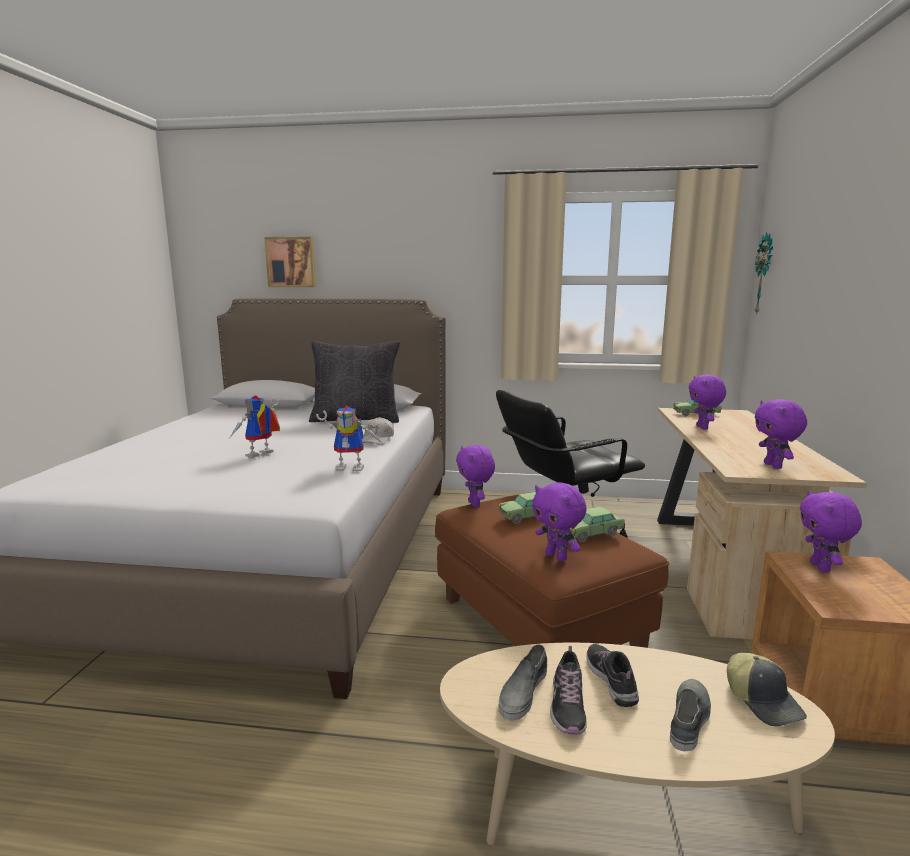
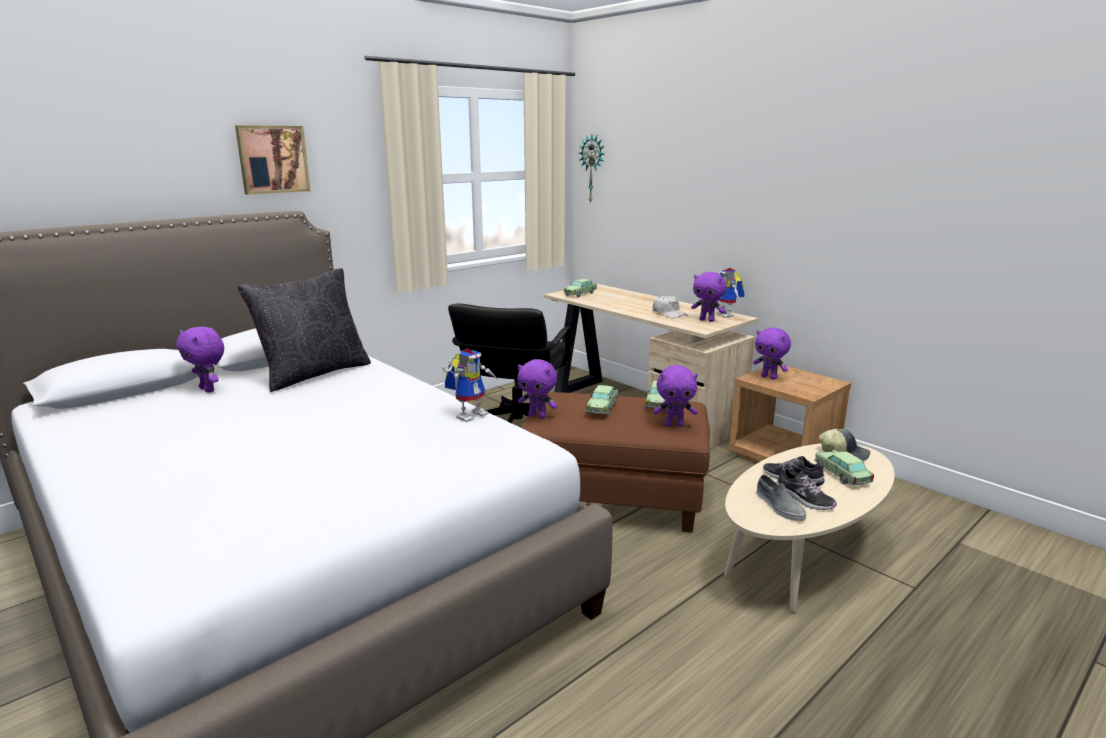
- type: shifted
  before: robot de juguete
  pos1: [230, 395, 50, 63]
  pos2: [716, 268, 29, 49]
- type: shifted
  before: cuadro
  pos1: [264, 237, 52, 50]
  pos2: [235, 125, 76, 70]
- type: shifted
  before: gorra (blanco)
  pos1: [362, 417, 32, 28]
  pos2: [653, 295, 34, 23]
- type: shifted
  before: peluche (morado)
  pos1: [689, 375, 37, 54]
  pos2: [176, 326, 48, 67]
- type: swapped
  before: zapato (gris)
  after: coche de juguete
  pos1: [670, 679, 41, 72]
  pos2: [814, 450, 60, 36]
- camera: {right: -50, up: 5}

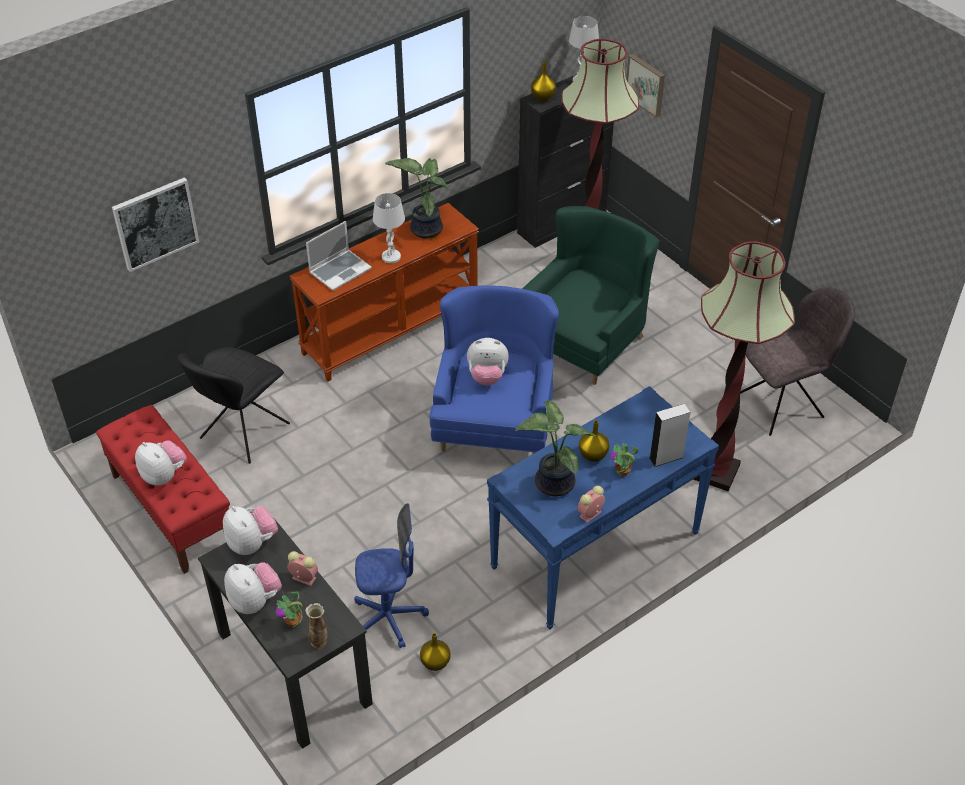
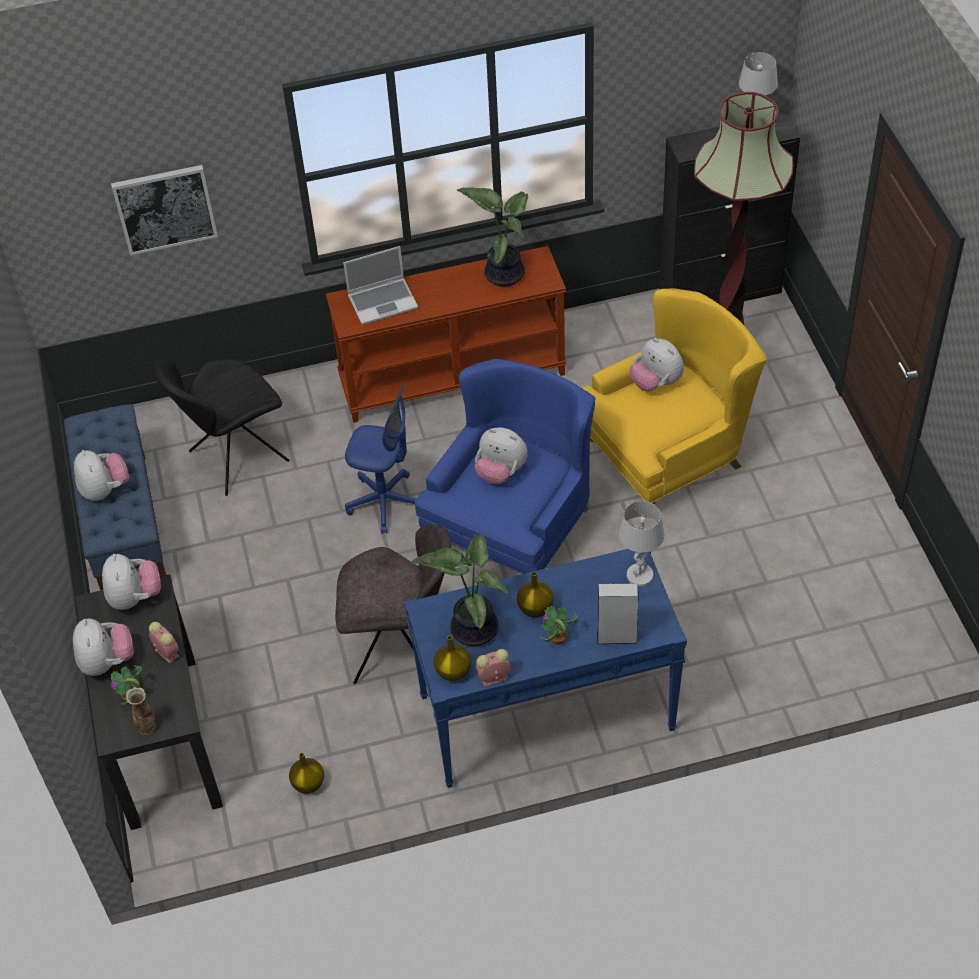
- type: gone
  before: cuadro
  pos1: [626, 54, 39, 63]
- type: gone
  before: lámpara de pie
  pos1: [693, 241, 102, 250]
- type: new
  after: peluche
  pos2: [630, 338, 54, 53]
- type: shifted
  before: silla de oficina (azul)
  pos1: [354, 503, 75, 145]
  pos2: [345, 384, 71, 150]
- type: shifted
  before: lámpara de mesa (blanco)
  pos1: [373, 193, 32, 70]
  pos2: [619, 501, 45, 86]
- type: shifted
  before: florero (amarillo)
  pos1: [531, 62, 25, 39]
  pos2: [434, 635, 37, 46]
- type: shifted
  before: silla (gris)
  pos1: [740, 287, 115, 149]
  pos2: [335, 524, 116, 160]
- type: repainted
  before: banco (rojo)
  after: banco (azul)
  pos1: [96, 405, 134, 169]
  pos2: [64, 404, 102, 186]
- type: repainted
  before: sillón (verde)
  after: sillón (amarillo)
  pos1: [522, 206, 138, 179]
  pos2: [582, 289, 185, 216]
- camera: {right: 25, up: 5}

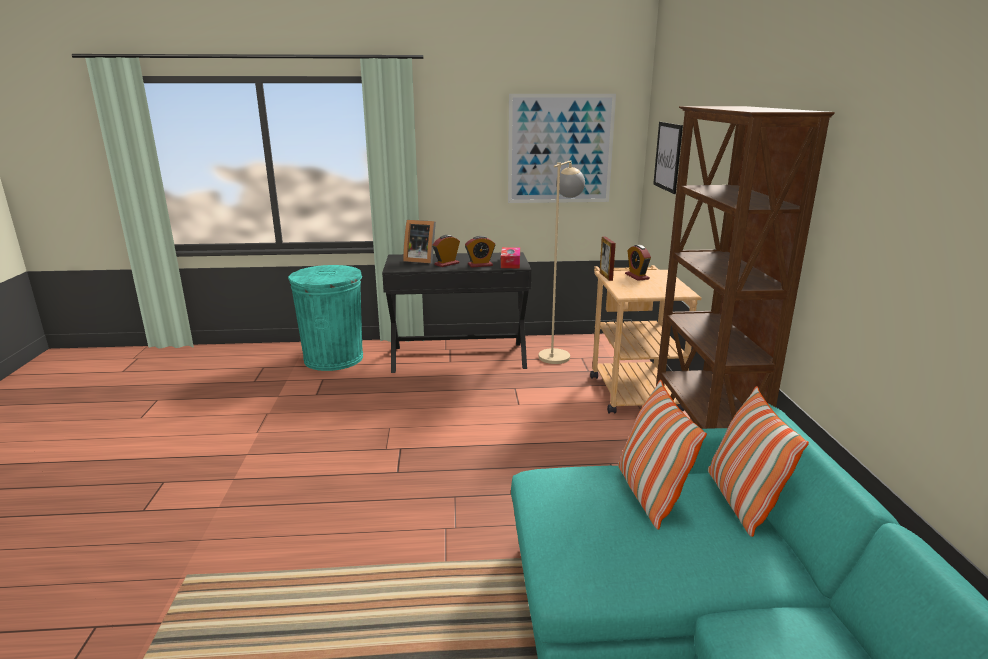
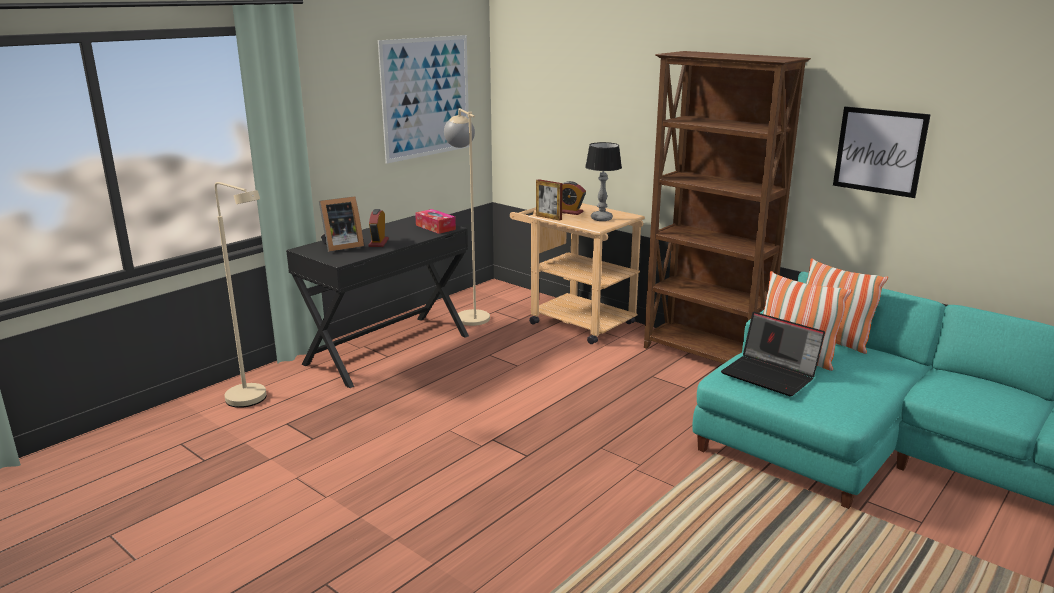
- type: gone
  before: despertador
  pos1: [465, 236, 30, 32]
- type: new
  after: lámpara de mesa
  pos2: [585, 142, 37, 79]
- type: new
  after: portátil
  pos2: [721, 312, 104, 85]
- type: shifted
  before: cuadro
  pos1: [653, 122, 30, 72]
  pos2: [833, 106, 98, 92]
- type: swapped
  before: papelera (turquesa)
  after: lámpara de pie (beis)
  pos1: [288, 265, 75, 106]
  pos2: [215, 182, 52, 226]
- camera: {right: -45, up: 0}

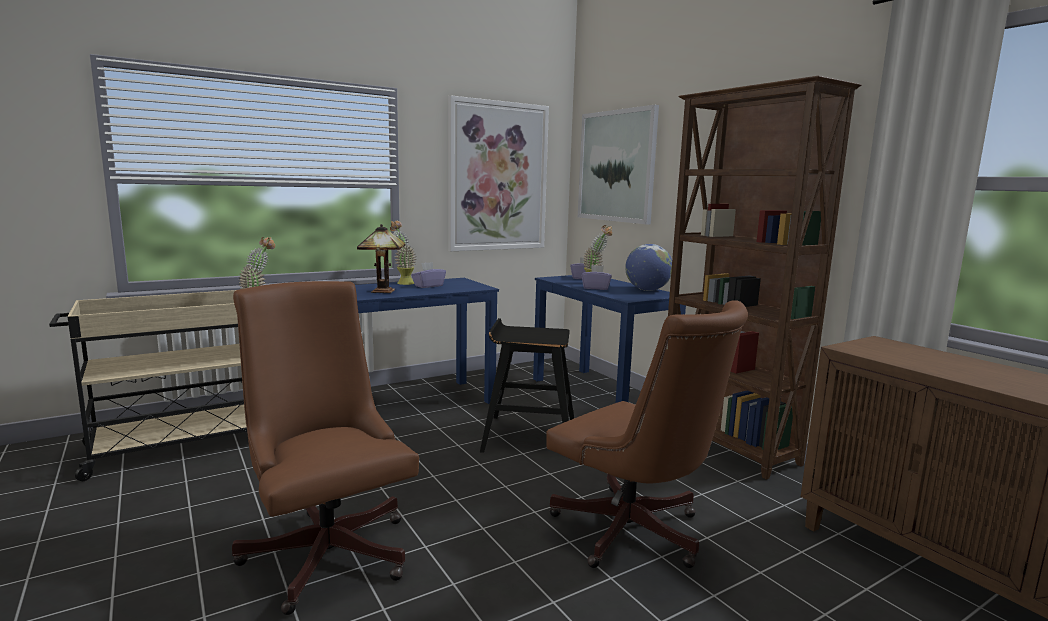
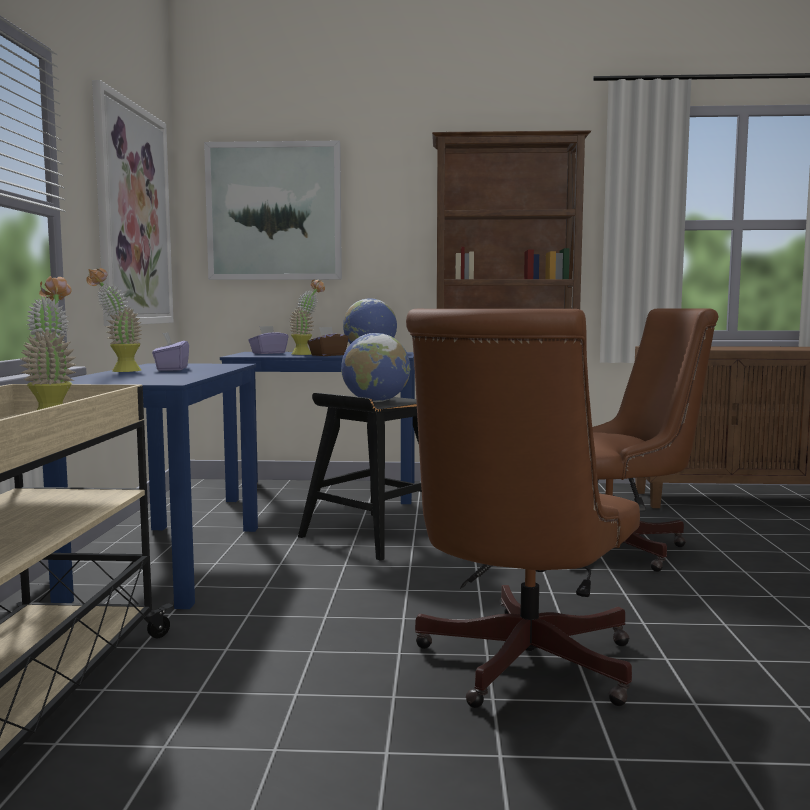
- type: gone
  before: lámpara de mesa
  pos1: [357, 224, 49, 69]
- type: new
  after: globo terráqueo
  pos2: [341, 333, 69, 69]
- type: repainted
  before: caja de pañuelos (morado)
  after: caja de pañuelos (marrón)
  pos1: [581, 265, 31, 25]
  pos2: [307, 327, 42, 29]
- type: rotated
  before: silla de oficina (marrón)
  pos1: [232, 281, 187, 334]
  pos2: [406, 309, 234, 399]
  turn: -60
- camera: {right: -55, up: -5}

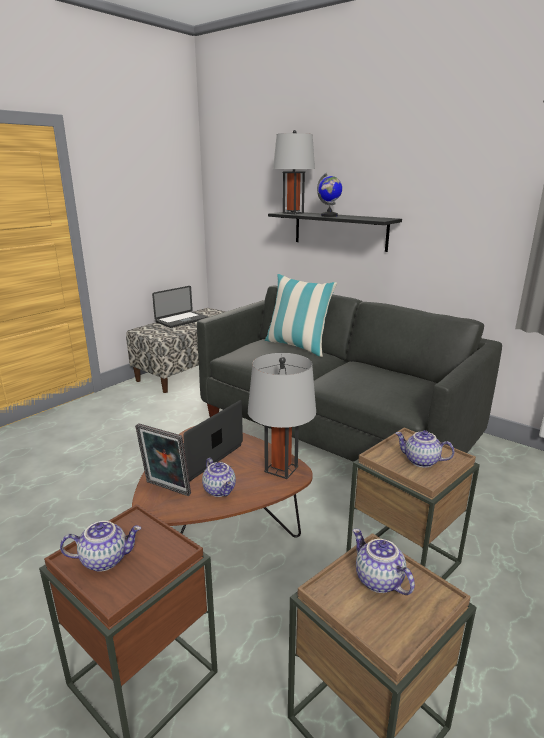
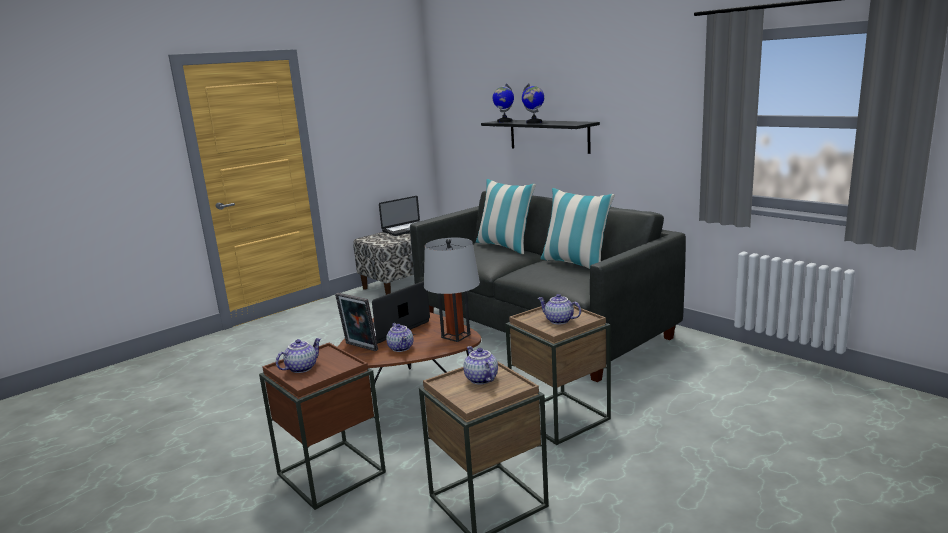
- type: new
  after: cojín
  pos2: [540, 188, 75, 81]
- type: swapped
  before: lámpara de mesa (gris)
  after: globo terráqueo
  pos1: [273, 130, 42, 84]
  pos2: [493, 83, 21, 39]
- type: rotated
  before: tetera
  pos1: [60, 521, 81, 51]
  pos2: [276, 338, 45, 35]
  turn: -45
- camera: {right: 10, up: -5}

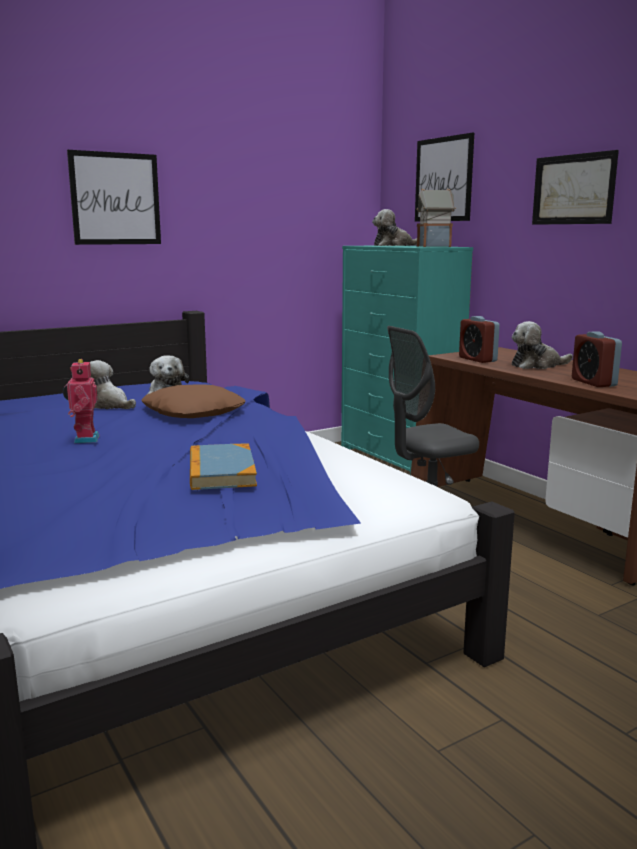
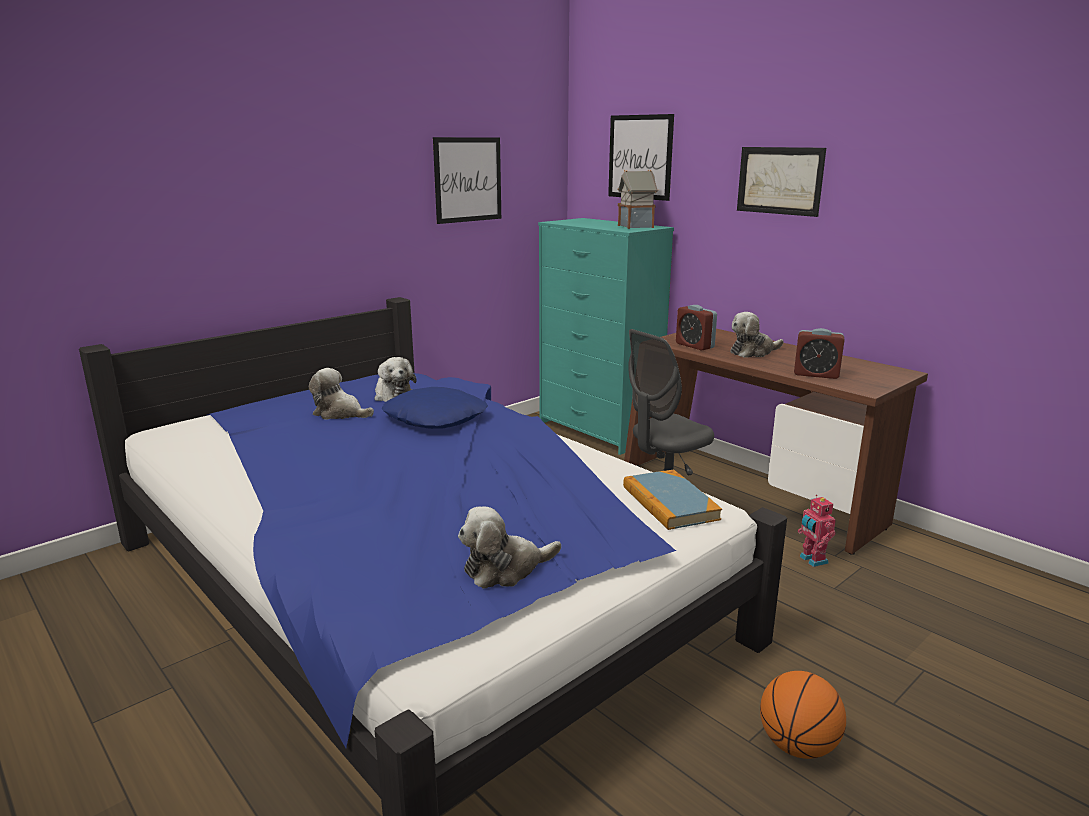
- type: new
  after: balón de baloncesto
  pos2: [760, 671, 86, 88]
- type: shifted
  before: robot de juguete
  pos1: [63, 359, 37, 84]
  pos2: [798, 495, 38, 72]
- type: shifted
  before: cuadro
  pos1: [67, 150, 94, 95]
  pos2: [433, 137, 68, 87]
- type: shifted
  before: libro
  pos1: [190, 443, 67, 47]
  pos2: [623, 470, 99, 60]
- type: shifted
  before: peluche
  pos1: [372, 209, 45, 37]
  pos2: [458, 507, 103, 81]
- type: repainted
  before: cojín (marrón)
  after: cojín (azul)
  pos1: [142, 384, 103, 34]
  pos2: [382, 387, 106, 42]
- type: rotated
  before: despertador
  pos1: [572, 331, 50, 56]
  pos2: [794, 328, 51, 51]
  turn: -45
- camera: {right: -10, up: 5}

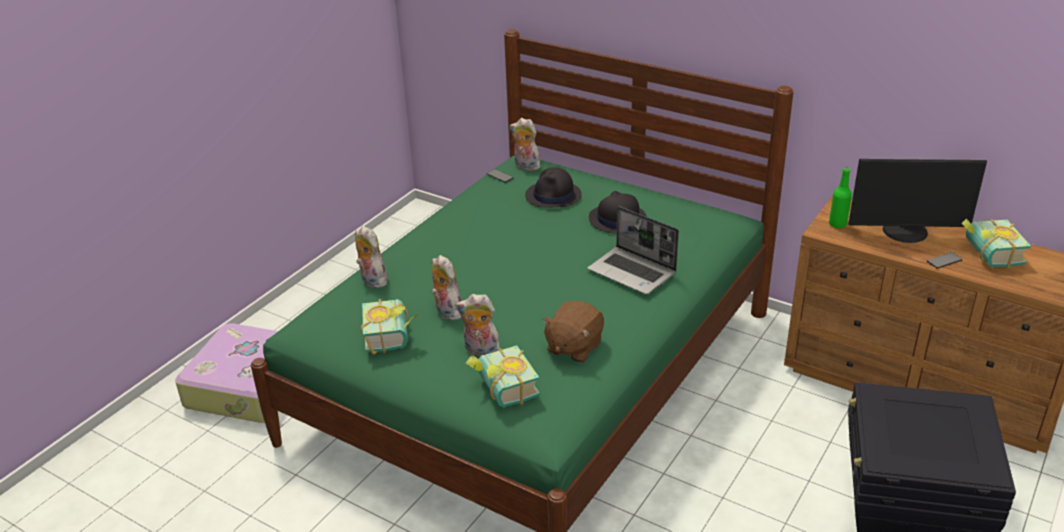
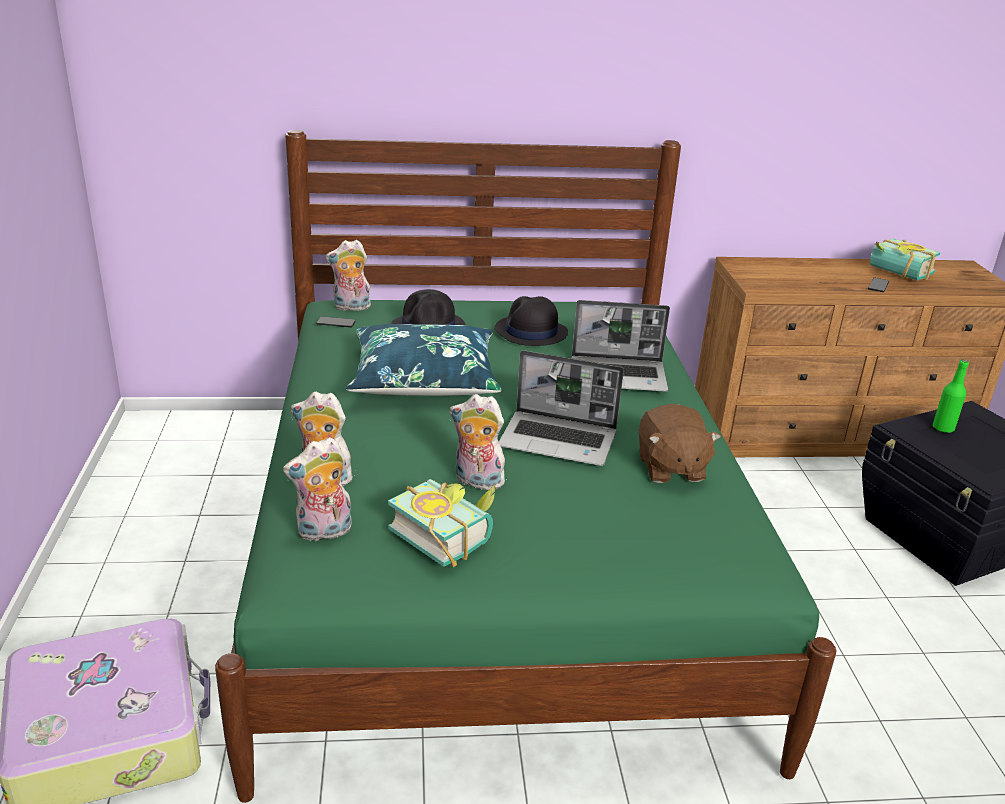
- type: gone
  before: libro
  pos1: [466, 345, 74, 62]
- type: gone
  before: monitor
  pos1: [848, 159, 139, 84]
- type: new
  after: cojín (azul)
  pos2: [346, 324, 156, 72]
- type: new
  after: portátil
  pos2: [499, 350, 125, 116]
- type: shifted
  before: peluche
  pos1: [455, 294, 47, 63]
  pos2: [283, 437, 69, 105]
- type: shifted
  before: botella (verde)
  pos1: [829, 167, 23, 61]
  pos2: [933, 360, 36, 73]
- camera: {right: -40, up: -5}

